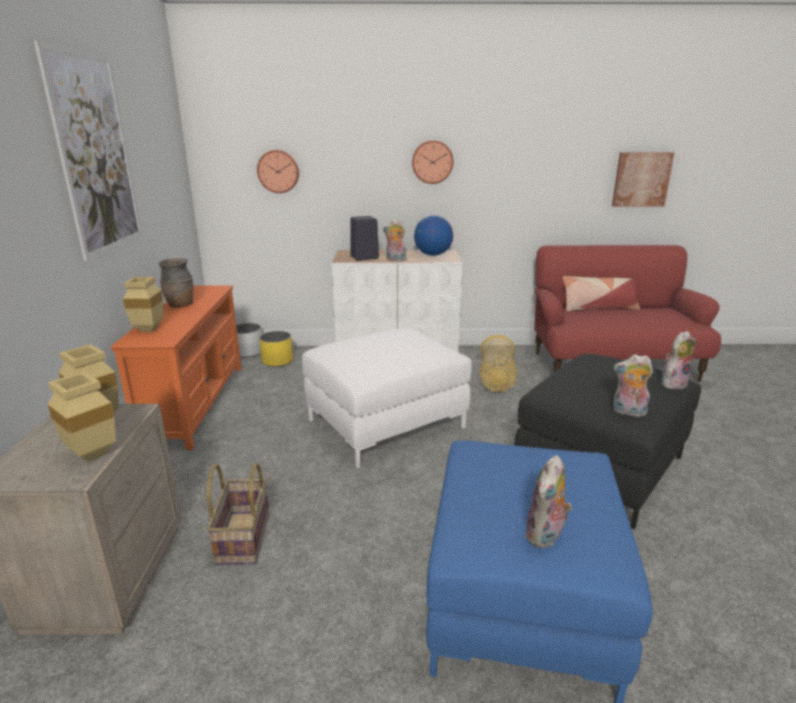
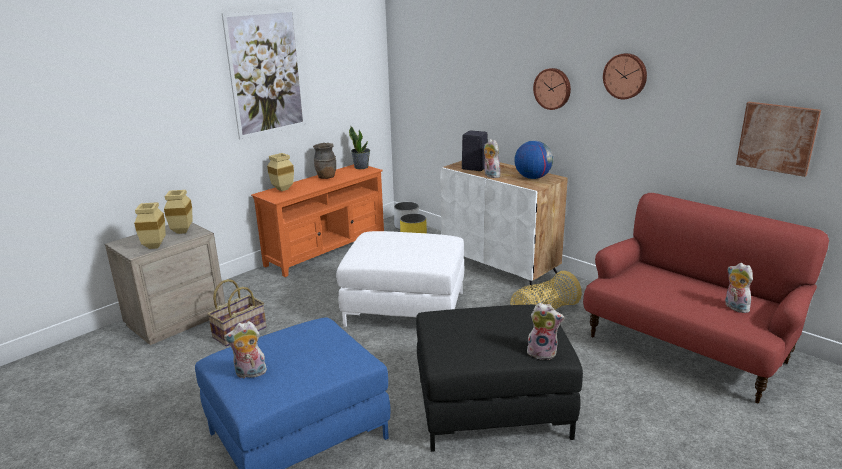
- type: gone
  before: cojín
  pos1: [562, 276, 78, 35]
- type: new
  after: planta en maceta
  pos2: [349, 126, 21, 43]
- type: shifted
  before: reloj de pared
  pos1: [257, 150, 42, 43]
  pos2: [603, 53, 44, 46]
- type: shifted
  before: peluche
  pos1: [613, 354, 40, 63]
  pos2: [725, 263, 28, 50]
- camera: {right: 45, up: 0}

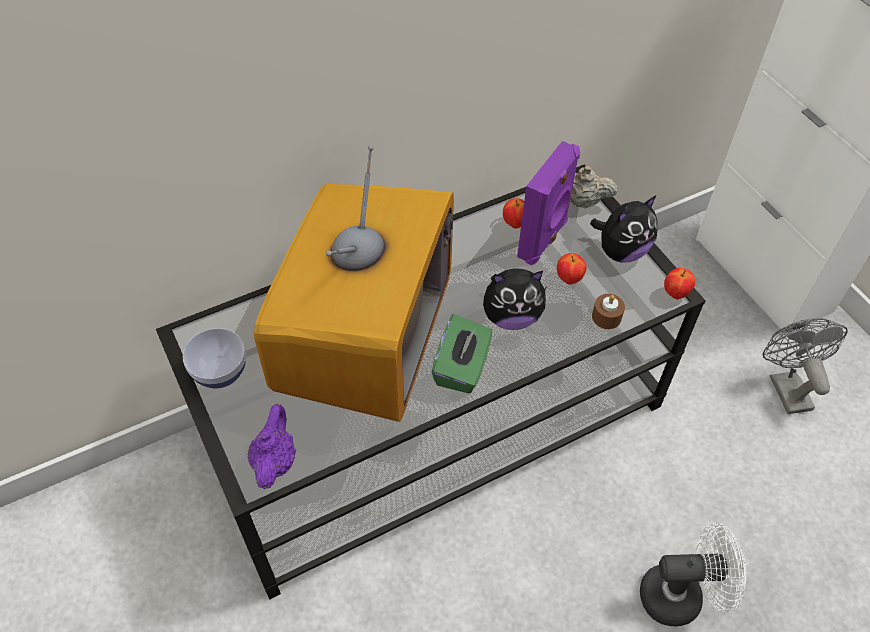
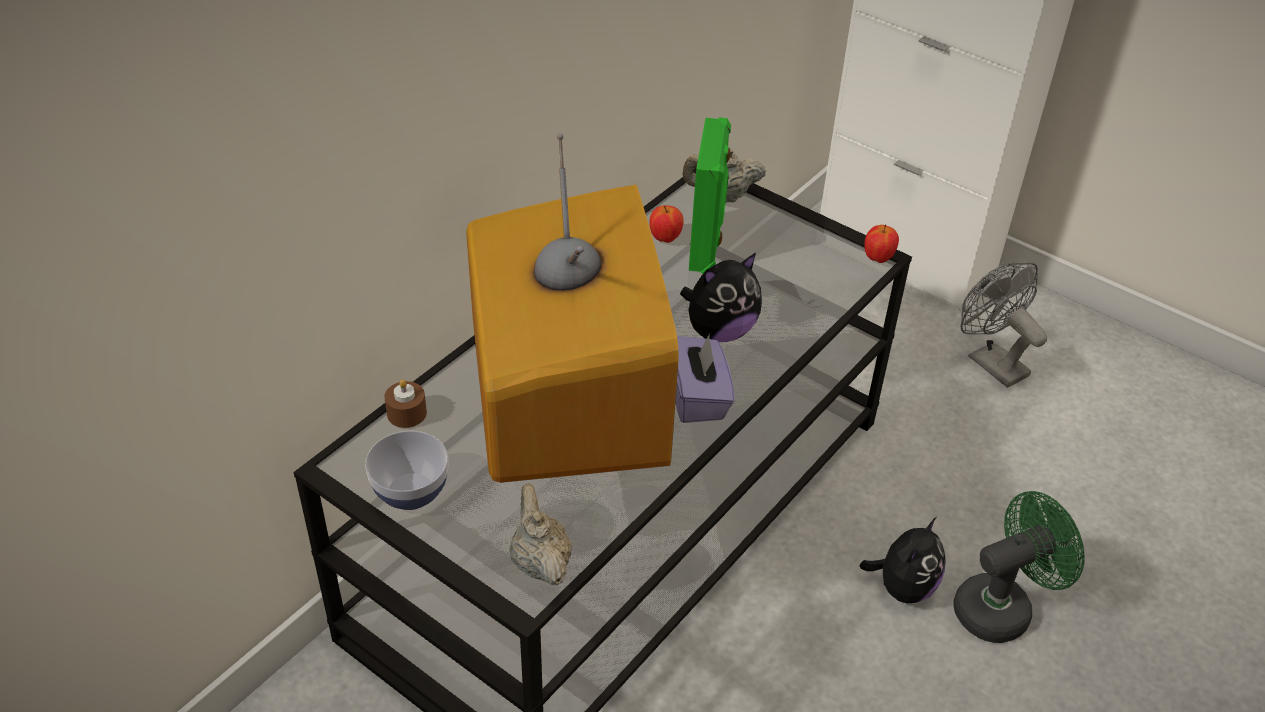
- type: gone
  before: manzana
  pos1: [557, 253, 30, 32]
- type: shifted
  before: peluche
  pos1: [590, 195, 68, 68]
  pos2: [860, 517, 86, 86]
- type: shifted
  before: vela (marrón)
  pos1: [592, 294, 33, 35]
  pos2: [384, 379, 43, 49]
- type: repainted
  before: tetera (morado)
  after: tetera (beis)
  pos1: [247, 404, 49, 85]
  pos2: [509, 483, 63, 103]
- type: repainted
  before: caja de pañuelos (verde)
  after: caja de pañuelos (morado)
  pos1: [432, 314, 61, 79]
  pos2: [675, 333, 60, 90]
- type: repainted
  before: altavoz (morado)
  after: altavoz (verde)
  pos1: [517, 141, 63, 124]
  pos2: [689, 117, 42, 157]
- type: repainted
  before: ventilador (blanco)
  after: ventilador (verde)
  pos1: [640, 523, 106, 103]
  pos2: [953, 491, 132, 152]
- camera: {right: -25, up: -10}

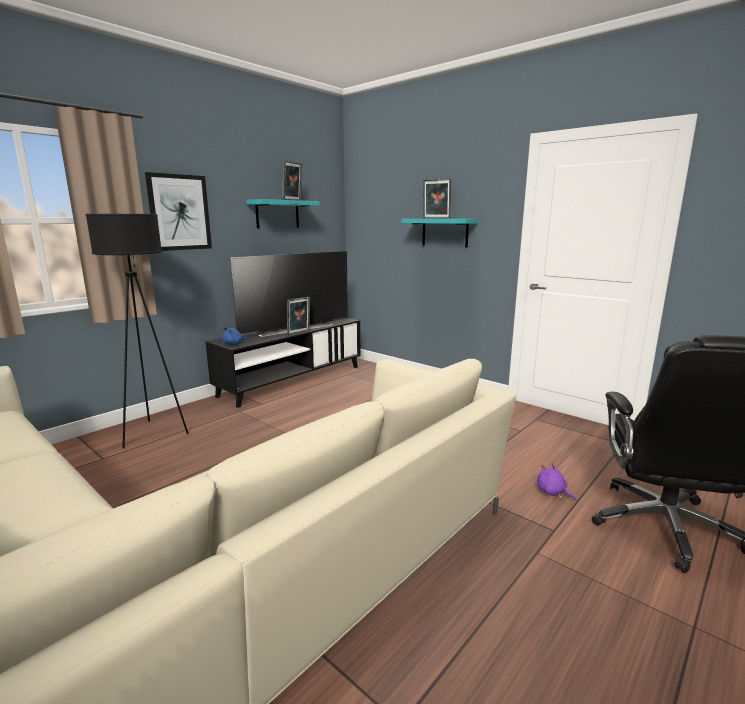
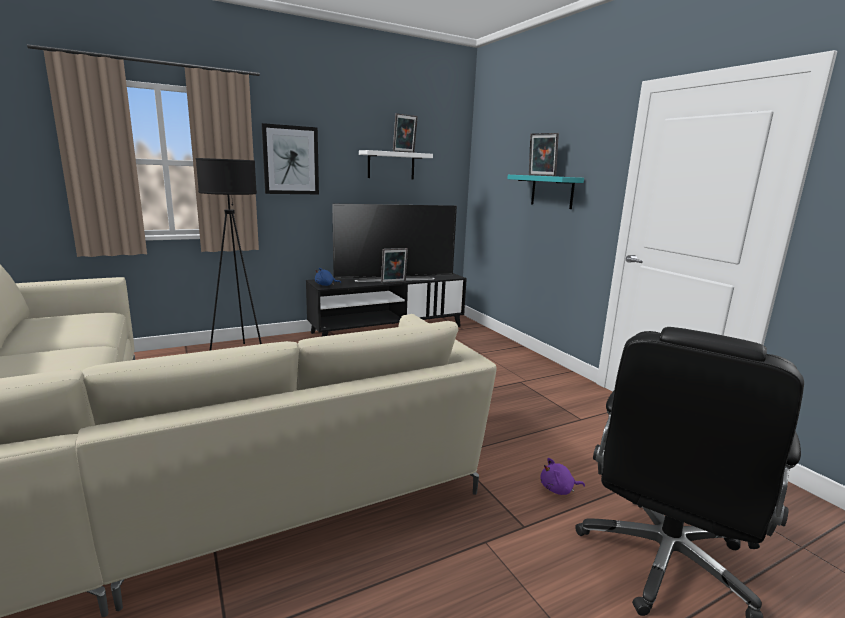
- type: repainted
  before: estante (turquesa)
  after: estante (blanco)
  pos1: [246, 199, 74, 29]
  pos2: [359, 150, 74, 29]
- type: rotated
  before: peluche (morado)
  pos1: [537, 463, 40, 38]
  pos2: [540, 458, 45, 37]
  turn: -75
- camera: {right: 20, up: 0}

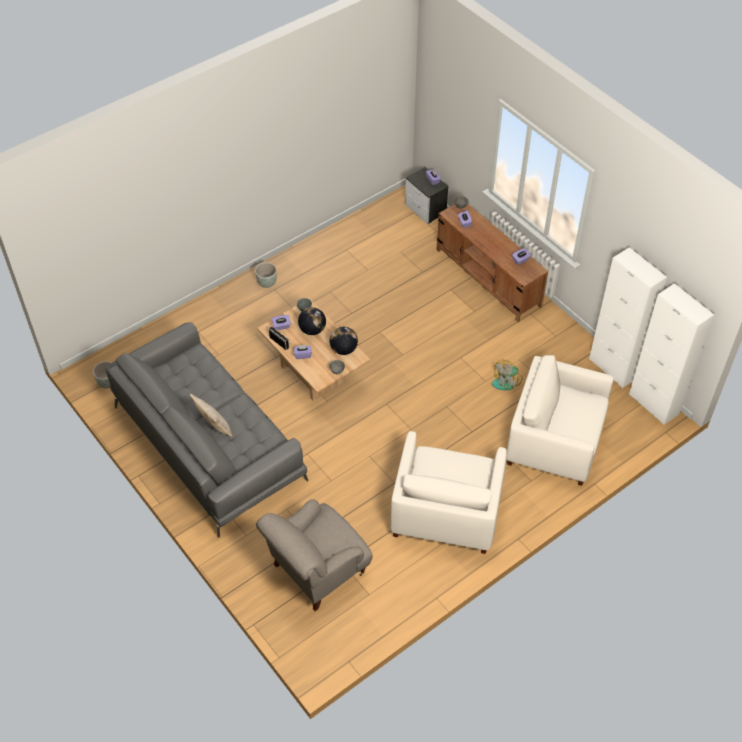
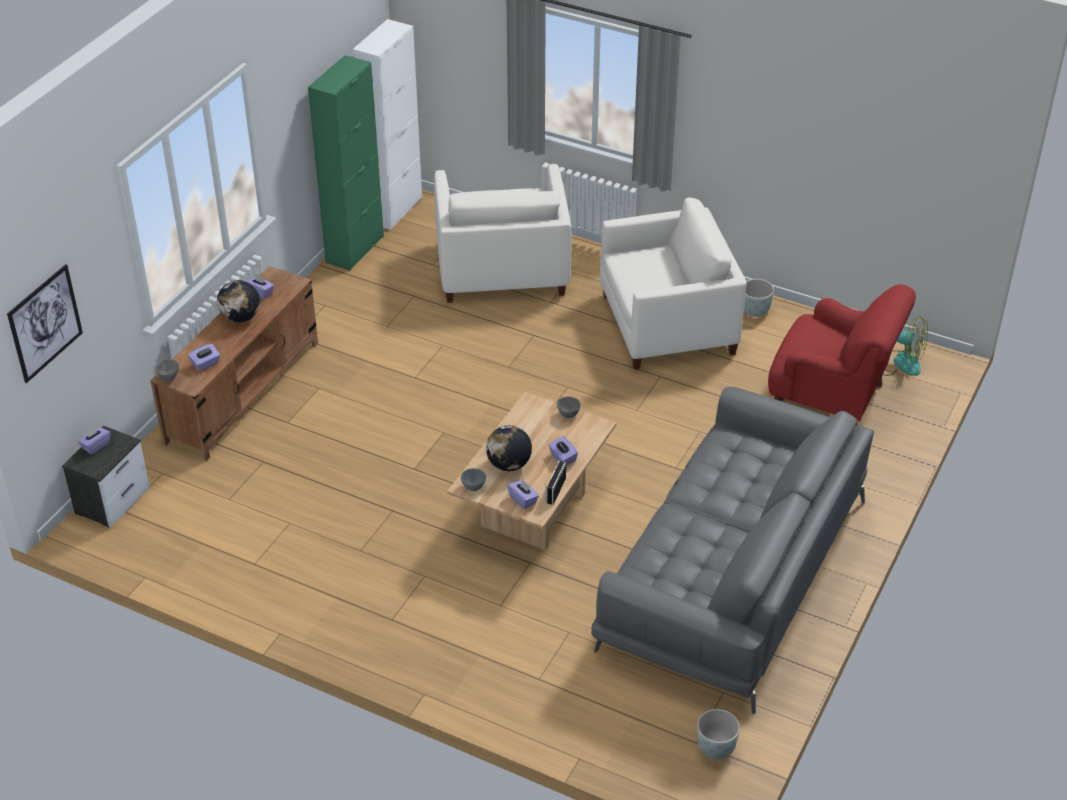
- type: gone
  before: cojín (beis)
  pos1: [190, 394, 43, 43]
- type: new
  after: cuadro
  pos2: [7, 264, 76, 119]
- type: shifted
  before: maceta (gris)
  pos1: [255, 262, 22, 26]
  pos2: [744, 279, 30, 38]
- type: shifted
  before: globo terráqueo
  pos1: [330, 327, 28, 28]
  pos2: [217, 280, 43, 42]
- type: shifted
  before: ventilador
  pos1: [492, 360, 31, 30]
  pos2: [883, 316, 45, 60]
- type: repainted
  before: sillón (gris)
  after: sillón (rojo)
  pos1: [256, 499, 117, 112]
  pos2: [768, 284, 148, 142]
- type: repainted
  before: armario (blanco)
  after: armario (verde)
  pos1: [589, 247, 78, 141]
  pos2: [308, 55, 76, 216]
- camera: {right: -115, up: -10}

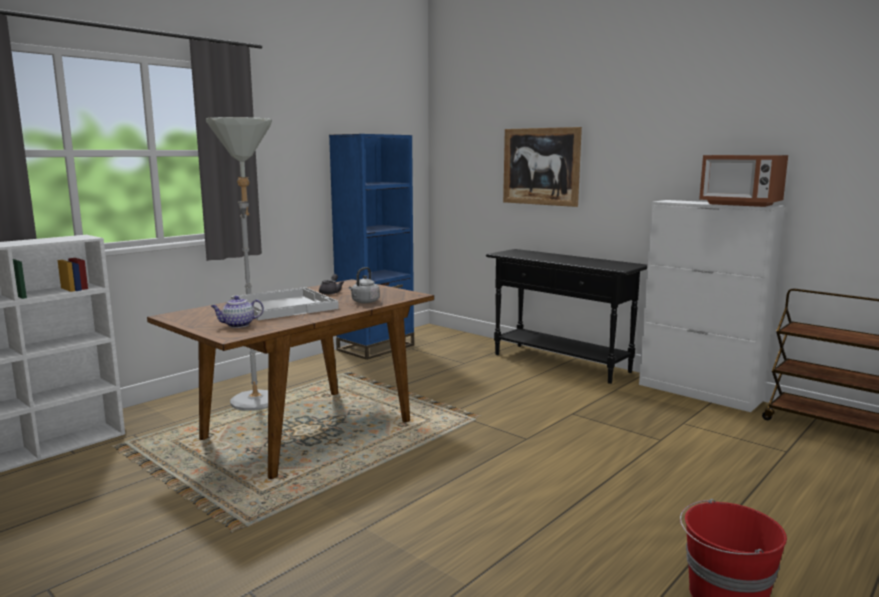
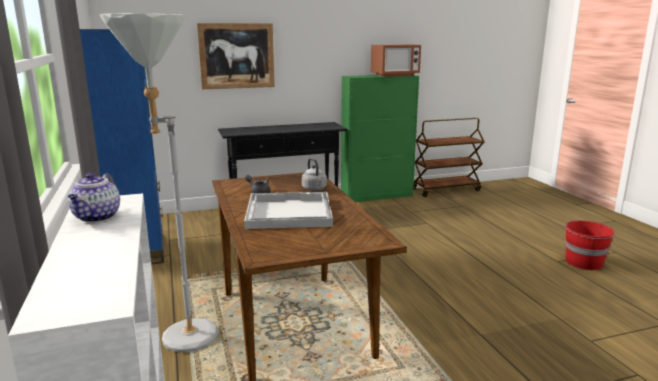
- type: shifted
  before: tetera
  pos1: [211, 296, 53, 32]
  pos2: [68, 173, 52, 49]
- type: repainted
  before: armario (blanco)
  after: armario (verde)
  pos1: [639, 200, 146, 212]
  pos2: [341, 75, 78, 127]
- camera: {right: -60, up: 5}

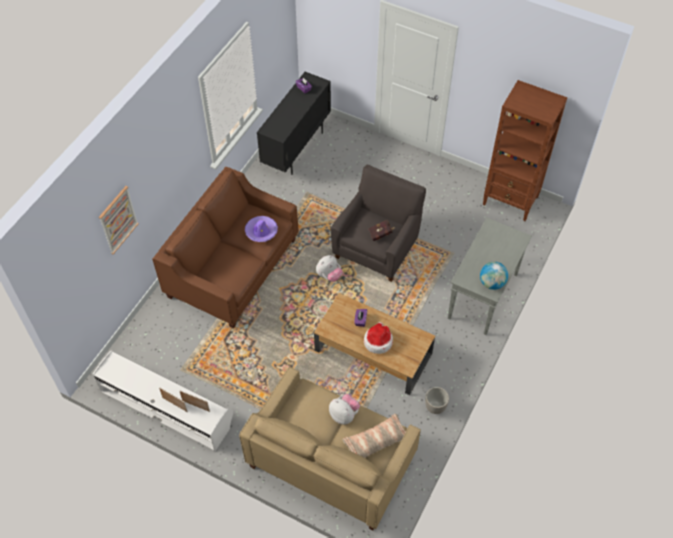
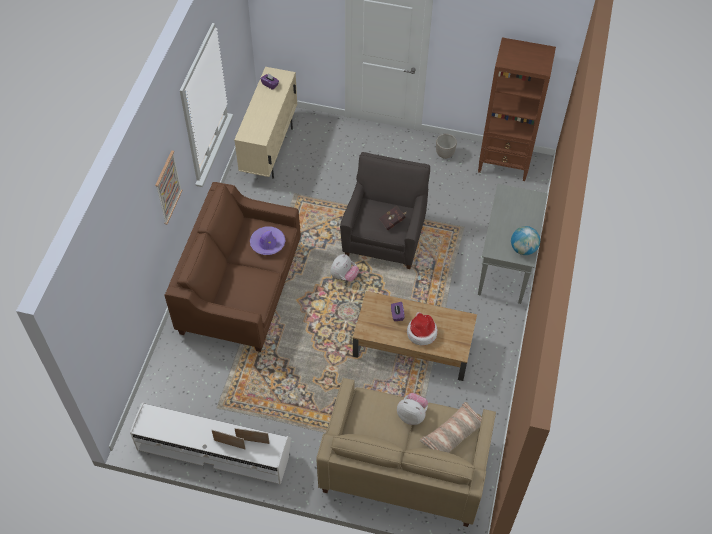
- type: shifted
  before: cuadro
  pos1: [99, 186, 40, 68]
  pos2: [155, 150, 27, 74]
- type: shifted
  before: maceta
  pos1: [425, 387, 24, 27]
  pos2: [436, 134, 21, 25]
- type: repainted
  before: armario (negro)
  after: armario (beis)
  pos1: [257, 72, 74, 103]
  pos2: [234, 67, 63, 112]
- camera: {right: -15, up: 0}

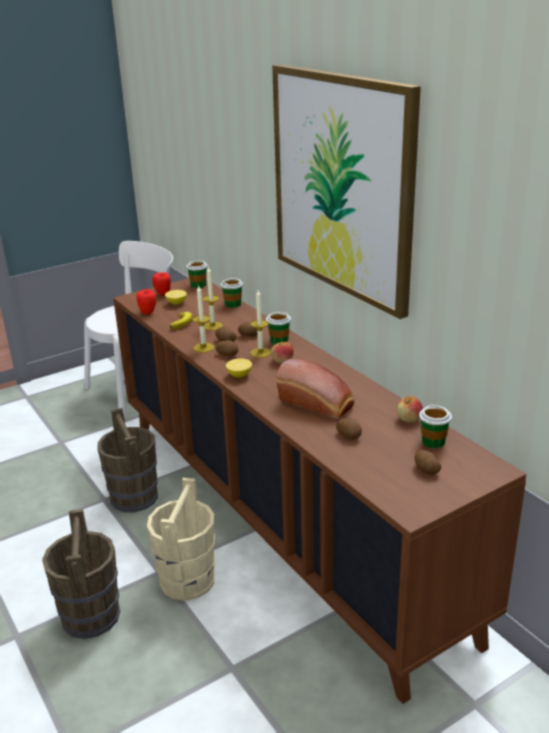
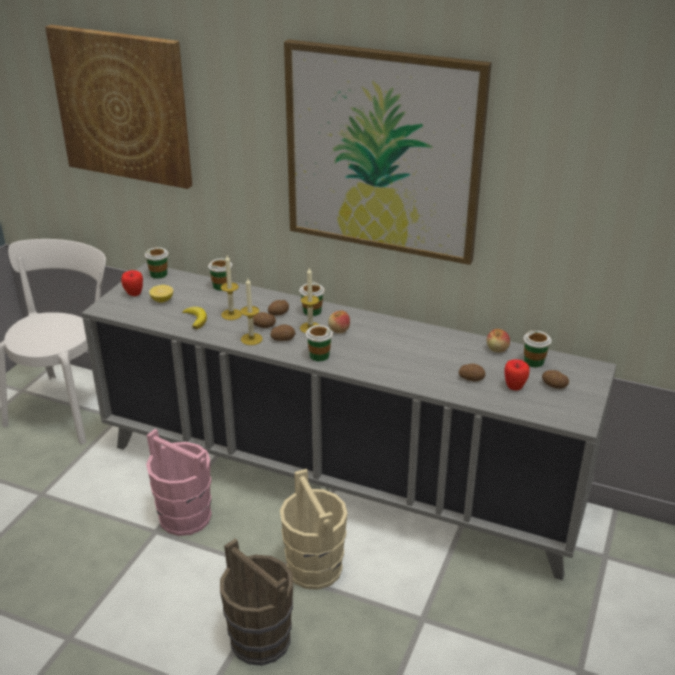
- type: gone
  before: pan
  pos1: [276, 359, 78, 60]
- type: new
  after: cuadro
  pos2: [45, 25, 147, 164]
- type: shifted
  before: manzana
  pos1: [137, 289, 19, 26]
  pos2: [505, 359, 25, 32]
- type: swapped
  before: limón
  after: taza
  pos1: [226, 359, 26, 19]
  pos2: [306, 325, 27, 36]
- type: repainted
  before: cubo (marrón)
  after: cubo (rosa)
  pos1: [98, 408, 60, 104]
  pos2: [146, 429, 65, 107]
- type: repainted
  before: armario (marrón)
  after: armario (gris)
  pos1: [113, 278, 413, 426]
  pos2: [82, 263, 534, 317]
- camera: {right: -35, up: 5}

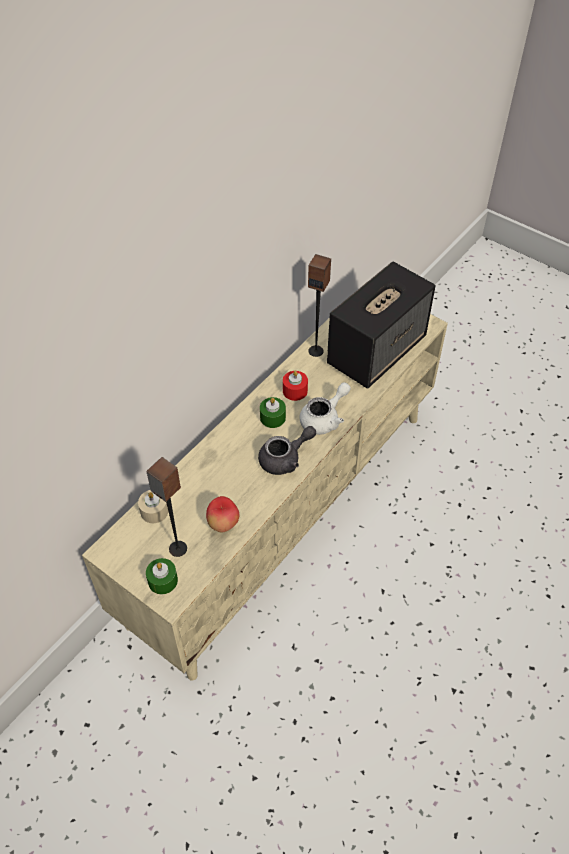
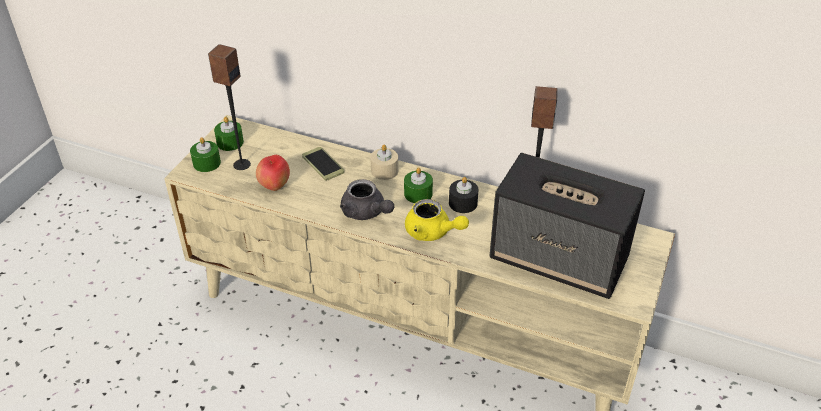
- type: new
  after: vela (verde)
  pos2: [214, 117, 30, 34]
- type: new
  after: móvil
  pos2: [302, 147, 42, 34]
- type: shifted
  before: vela (beis)
  pos1: [138, 490, 30, 33]
  pos2: [370, 145, 28, 35]
- type: repainted
  before: vela (rojo)
  after: vela (negro)
  pos1: [283, 371, 25, 30]
  pos2: [449, 177, 30, 36]
- type: repainted
  before: tetera (blanco)
  after: tetera (amarillo)
  pos1: [299, 382, 52, 53]
  pos2: [405, 199, 64, 42]
- camera: {right: 75, up: -10}

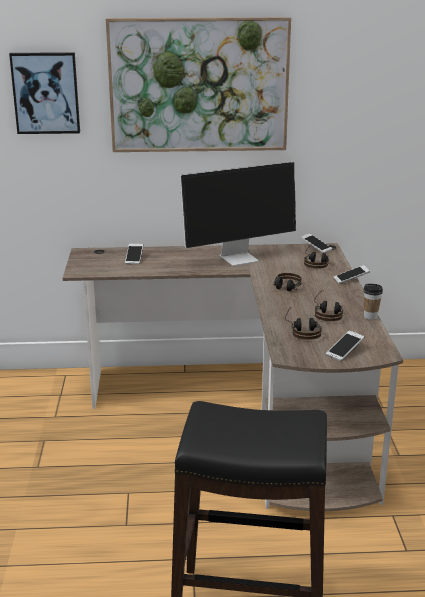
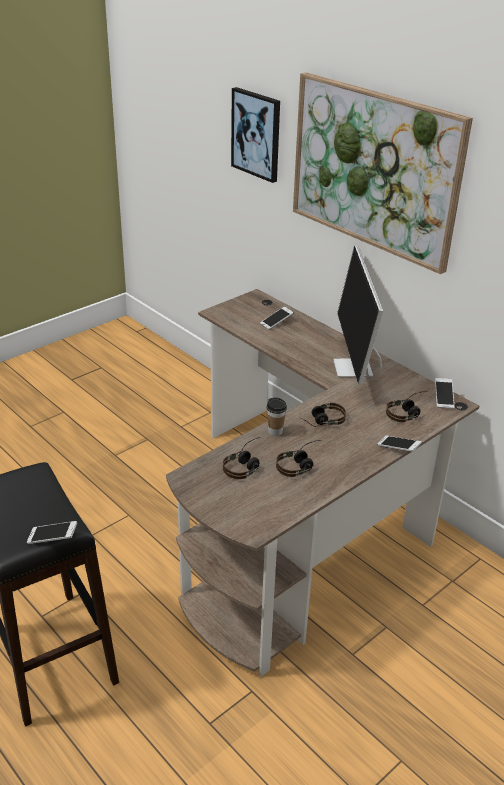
- type: shifted
  before: móvil
  pos1: [326, 331, 38, 30]
  pos2: [27, 521, 50, 23]
- type: shifted
  before: taza
  pos1: [363, 284, 20, 36]
  pos2: [266, 397, 21, 39]
- type: rotated
  before: monitor
  pos1: [180, 162, 116, 104]
  pos2: [333, 246, 50, 138]
  turn: 60
- camera: {right: 50, up: 10}

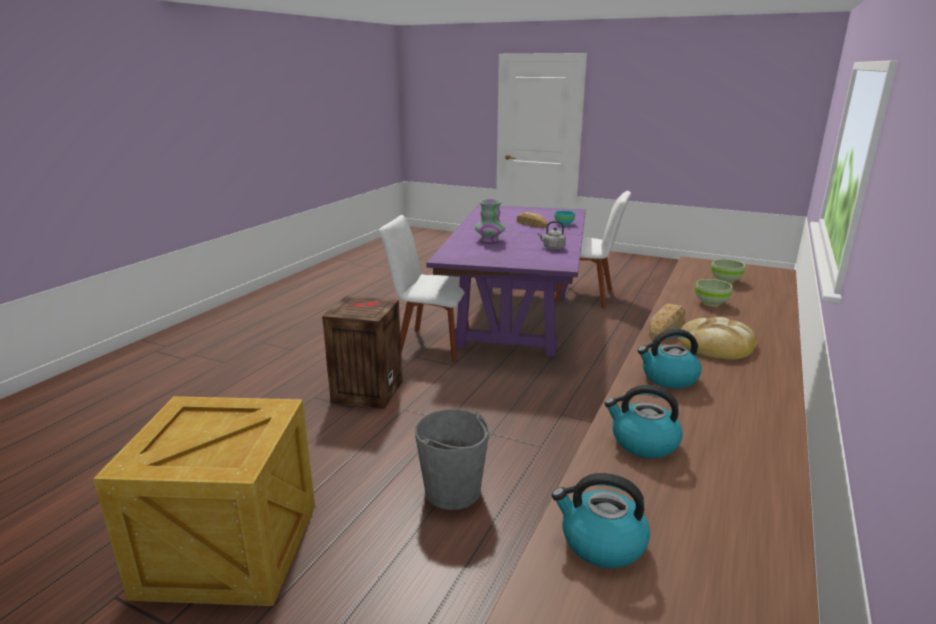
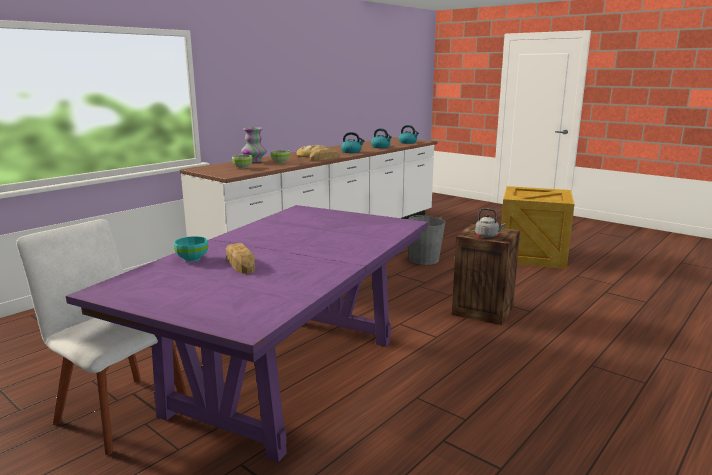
- type: gone
  before: silla (blanco)
  pos1: [379, 215, 90, 147]
- type: shifted
  before: florero
  pos1: [475, 199, 30, 43]
  pos2: [241, 127, 26, 35]
- type: shifted
  before: hervidor (gris)
  pos1: [538, 221, 28, 29]
  pos2: [475, 208, 30, 29]
- camera: {right: -165, up: -5}

